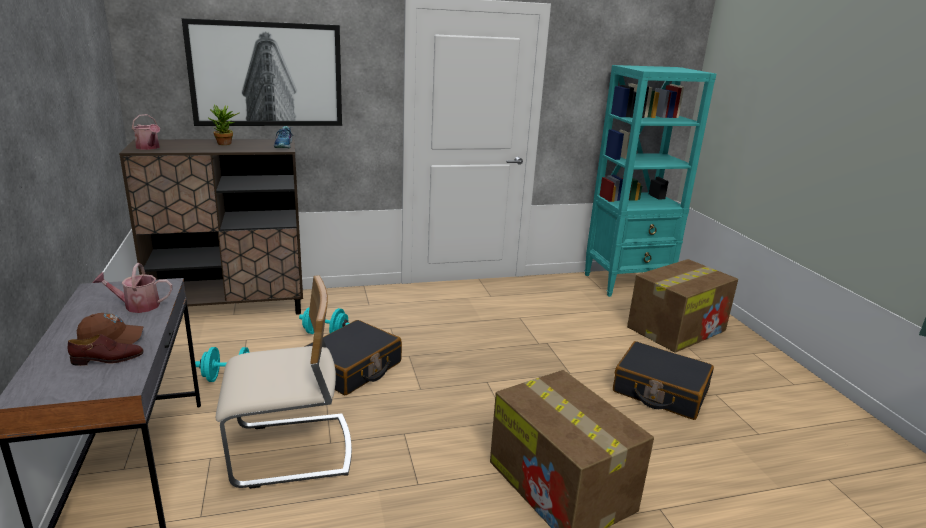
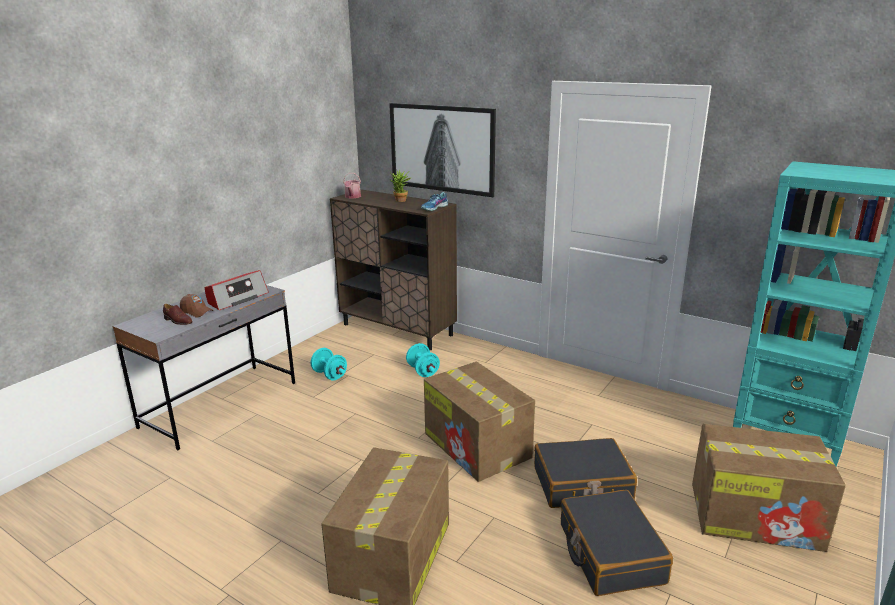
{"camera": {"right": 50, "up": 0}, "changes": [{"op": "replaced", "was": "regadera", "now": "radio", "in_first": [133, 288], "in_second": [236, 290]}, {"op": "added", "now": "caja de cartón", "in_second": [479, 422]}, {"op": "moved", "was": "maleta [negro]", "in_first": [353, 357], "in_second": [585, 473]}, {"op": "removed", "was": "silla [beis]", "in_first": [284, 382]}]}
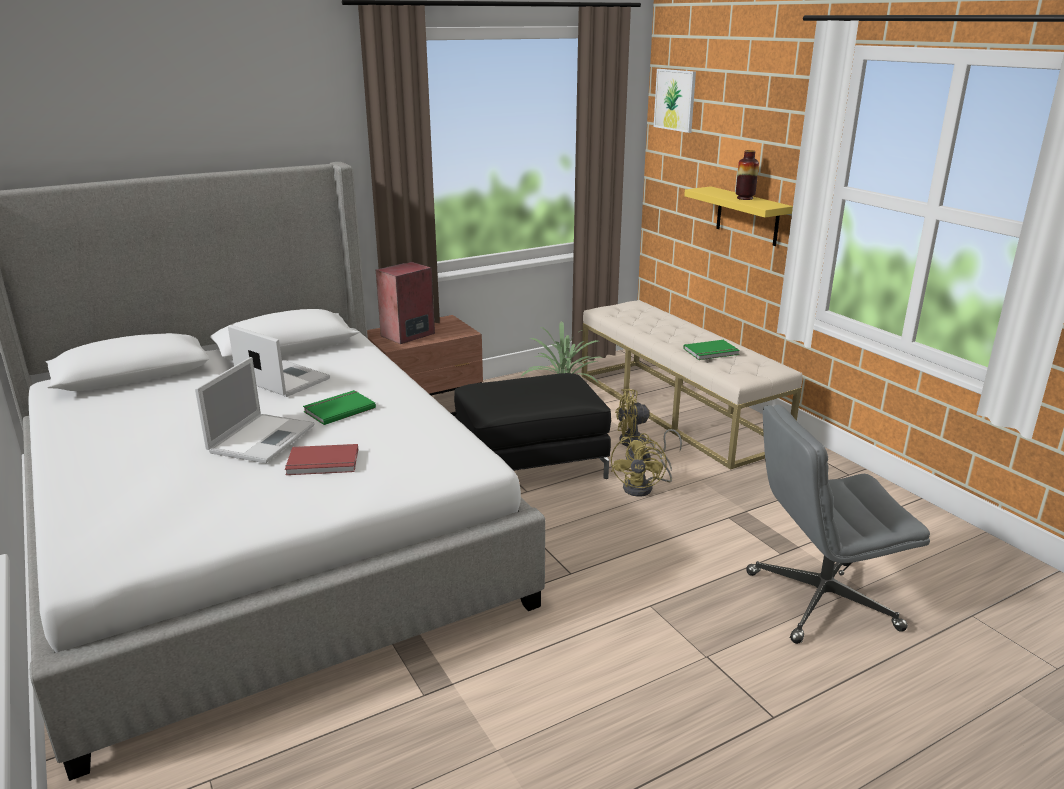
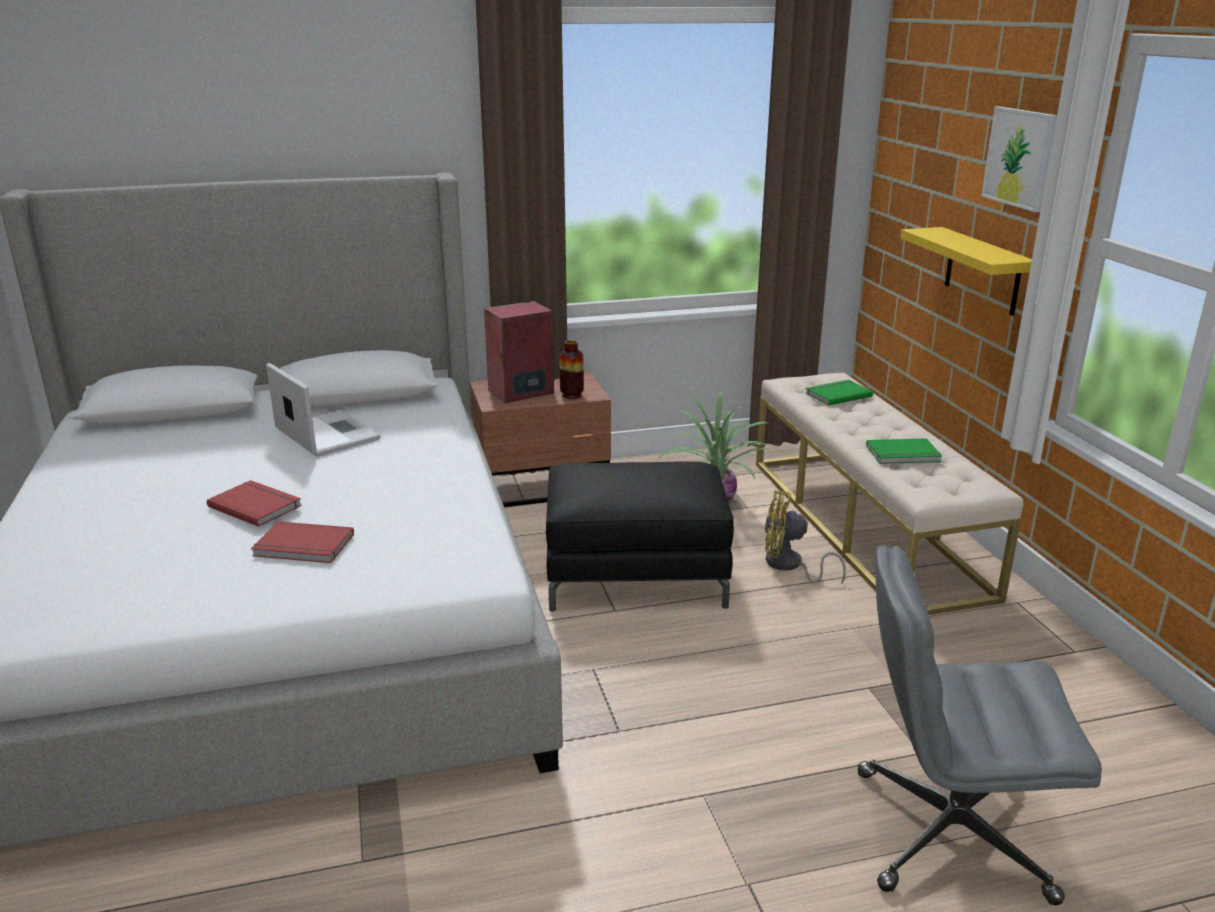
{"camera": {"right": 15, "up": 0}, "changes": [{"op": "replaced", "was": "portátil", "now": "libro [rojo]", "in_first": [255, 410], "in_second": [254, 503]}, {"op": "moved", "was": "florero", "in_first": [747, 175], "in_second": [571, 369]}, {"op": "moved", "was": "libro [verde]", "in_first": [339, 407], "in_second": [839, 392]}, {"op": "moved", "was": "cuadro", "in_first": [675, 101], "in_second": [1019, 159]}, {"op": "removed", "was": "ventilador [amarillo]", "in_first": [641, 465]}]}
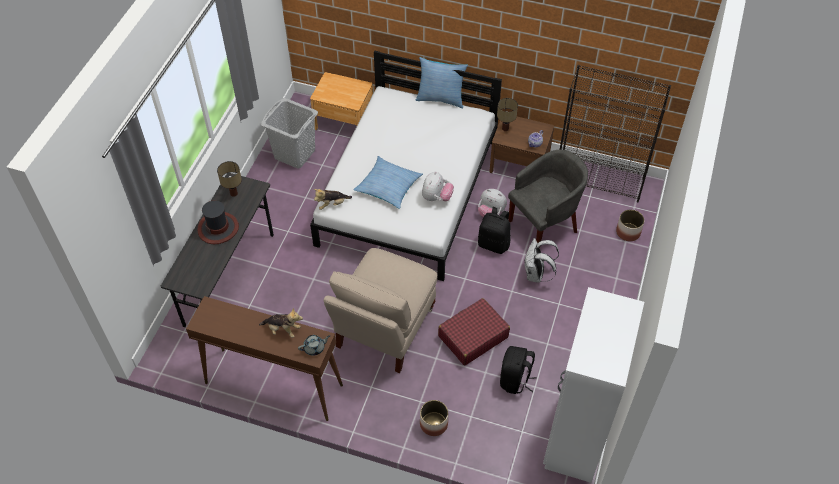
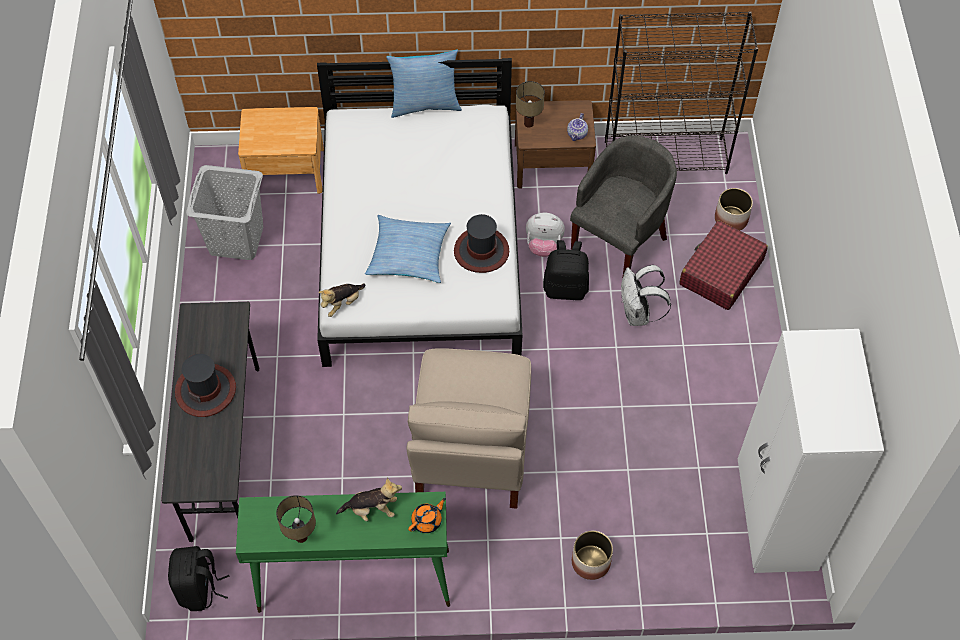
{"camera": {"right": -20, "up": 5}, "changes": [{"op": "moved", "was": "mochila [negro]", "in_first": [518, 370], "in_second": [199, 578]}, {"op": "recoloured", "was": "mesa consola [marrón]", "now": "mesa consola [verde]", "in_first": [264, 358], "in_second": [343, 552]}, {"op": "moved", "was": "lámpara de mesa", "in_first": [229, 179], "in_second": [296, 519]}, {"op": "recoloured", "was": "tetera [gris]", "now": "tetera [naranja]", "in_first": [314, 345], "in_second": [427, 515]}, {"op": "replaced", "was": "peluche", "now": "sombrero", "in_first": [438, 186], "in_second": [481, 243]}, {"op": "moved", "was": "maleta [rojo]", "in_first": [474, 332], "in_second": [723, 265]}]}
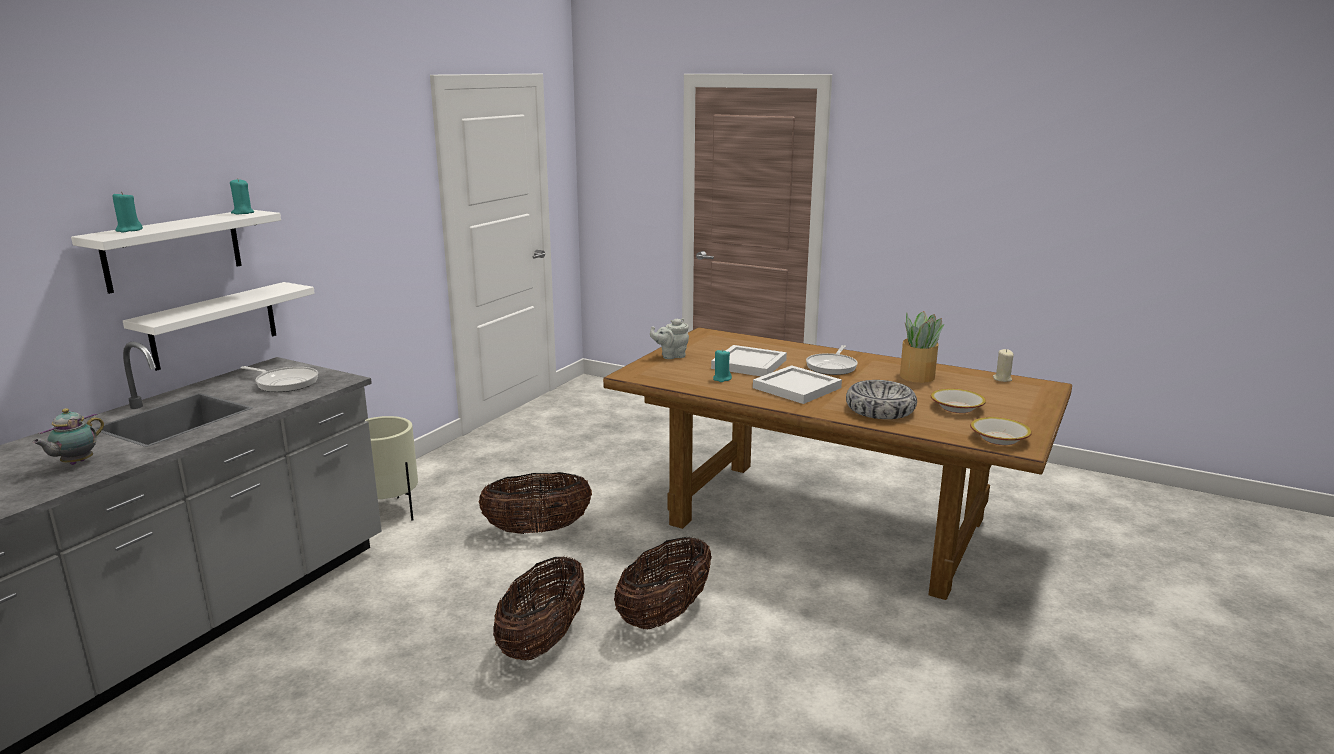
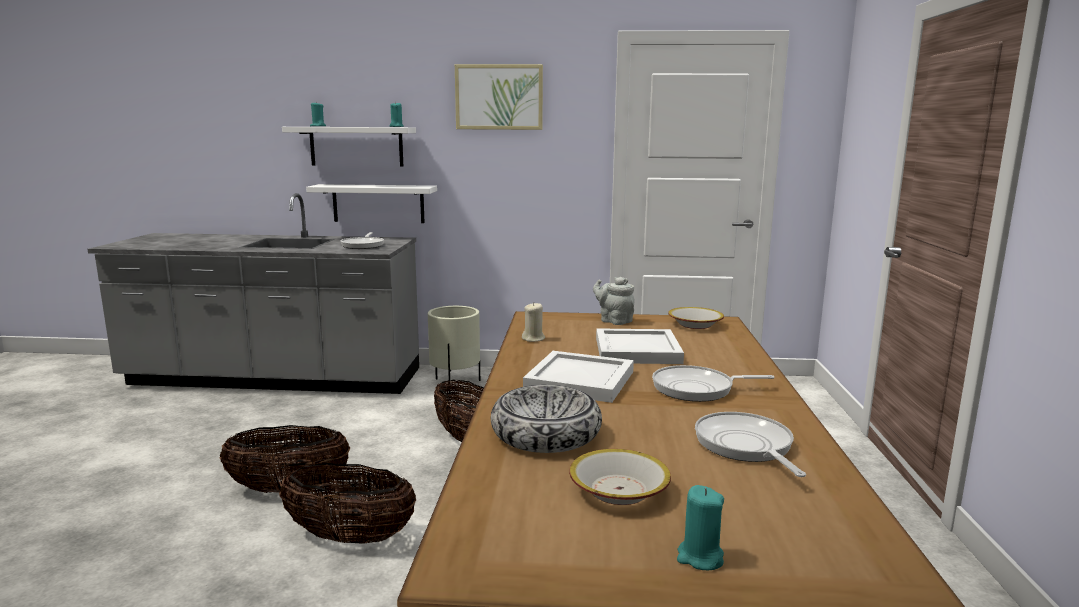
{"camera": {"right": 65, "up": -5}, "changes": [{"op": "added", "now": "cuadro", "in_second": [499, 97]}, {"op": "moved", "was": "vela [beis]", "in_first": [1003, 365], "in_second": [533, 322]}, {"op": "moved", "was": "cuenco", "in_first": [1001, 431], "in_second": [696, 318]}, {"op": "moved", "was": "vela [turquesa]", "in_first": [722, 365], "in_second": [700, 527]}, {"op": "replaced", "was": "planta en maceta", "now": "sartén", "in_first": [922, 347], "in_second": [750, 444]}, {"op": "removed", "was": "tetera", "in_first": [68, 436]}]}
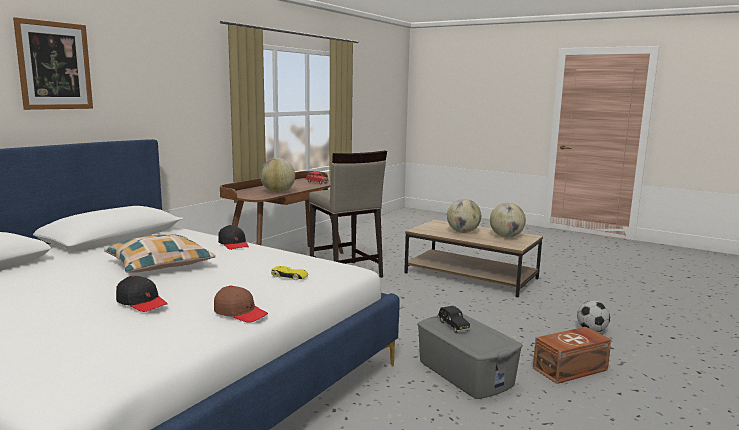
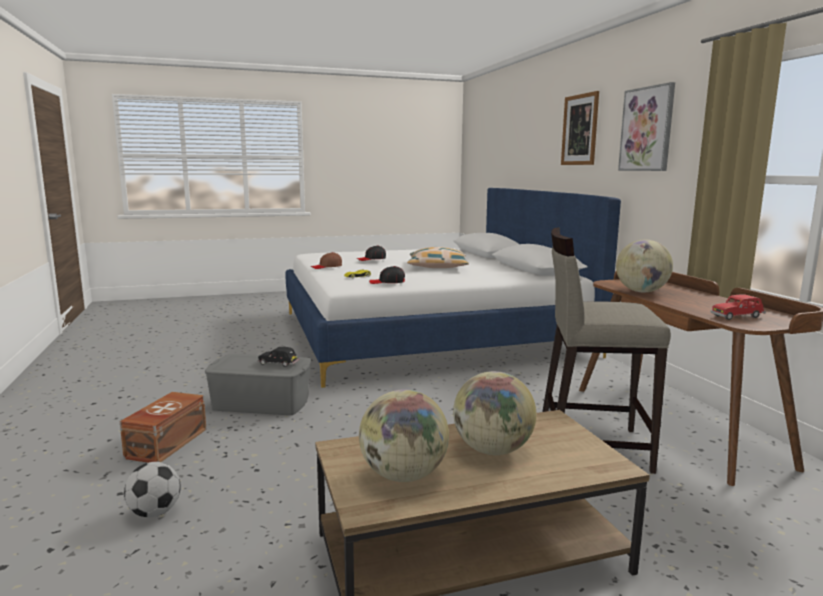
{"camera": {"right": 130, "up": 0}, "changes": [{"op": "moved", "was": "gorra [negro]", "in_first": [233, 237], "in_second": [387, 275]}, {"op": "added", "now": "cuadro", "in_second": [646, 126]}]}
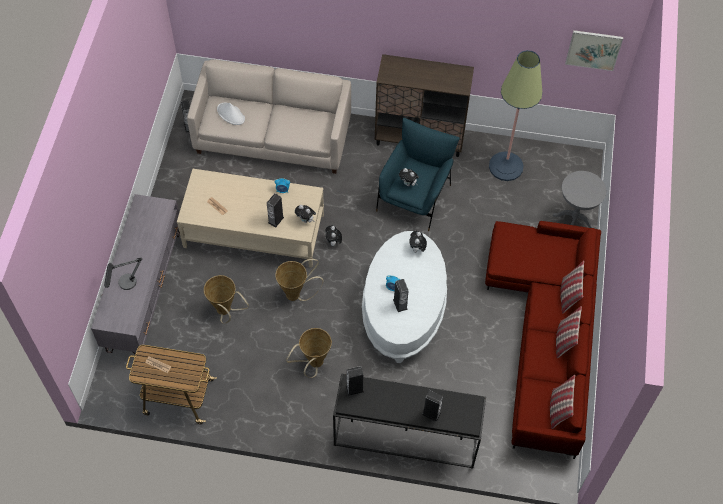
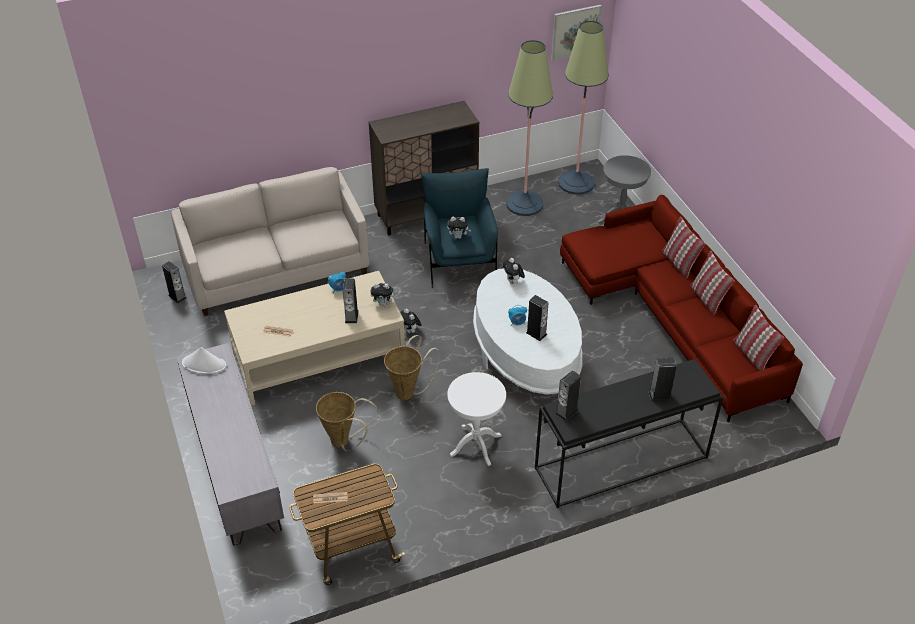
{"camera": {"right": -30, "up": -15}, "changes": [{"op": "moved", "was": "sombrero [blanco]", "in_first": [231, 114], "in_second": [204, 360]}, {"op": "replaced", "was": "cesta", "now": "mesa auxiliar [blanco]", "in_first": [309, 353], "in_second": [476, 419]}, {"op": "added", "now": "lámpara de pie", "in_second": [583, 108]}, {"op": "removed", "was": "lámpara de mesa", "in_first": [123, 273]}]}
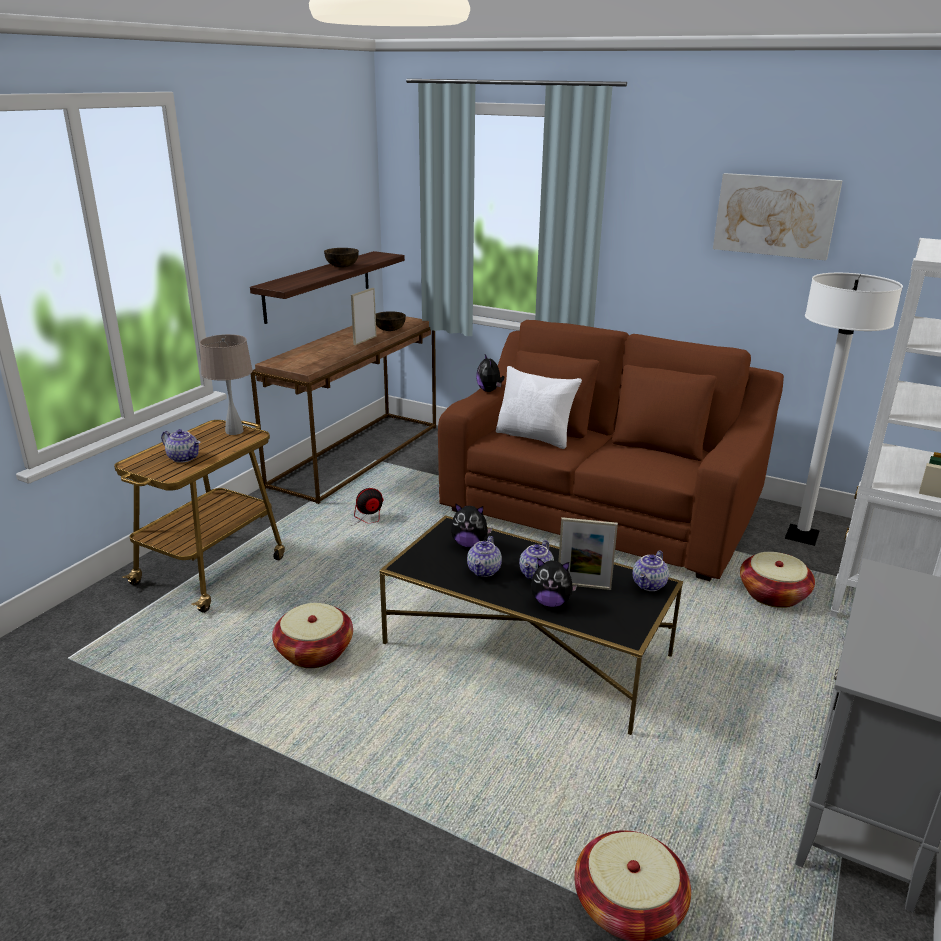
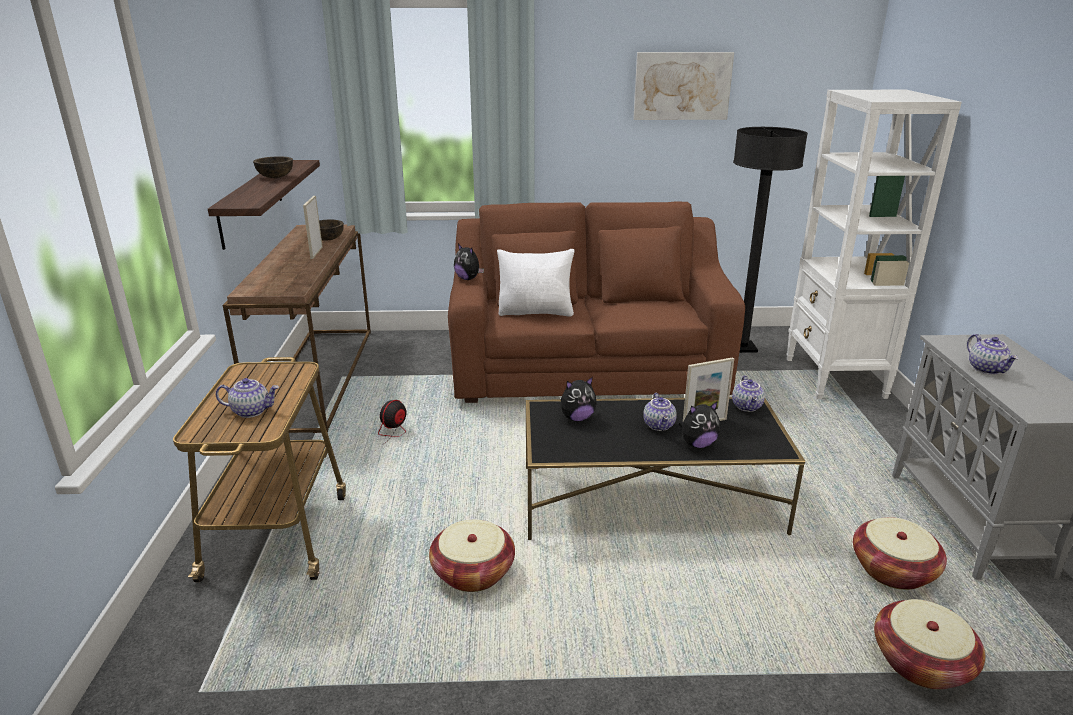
{"camera": {"right": -30, "up": 0}, "changes": [{"op": "recoloured", "was": "lámpara de pie [blanco]", "now": "lámpara de pie [negro]", "in_first": [844, 409], "in_second": [770, 240]}, {"op": "moved", "was": "cesta", "in_first": [777, 580], "in_second": [900, 553]}, {"op": "moved", "was": "tetera", "in_first": [484, 556], "in_second": [992, 354]}, {"op": "removed", "was": "lámpara de mesa [beis]", "in_first": [226, 384]}]}
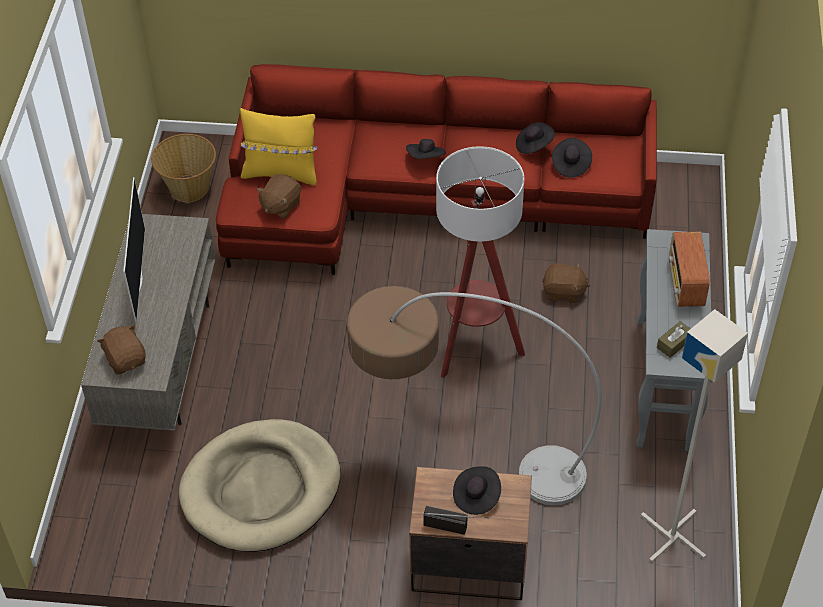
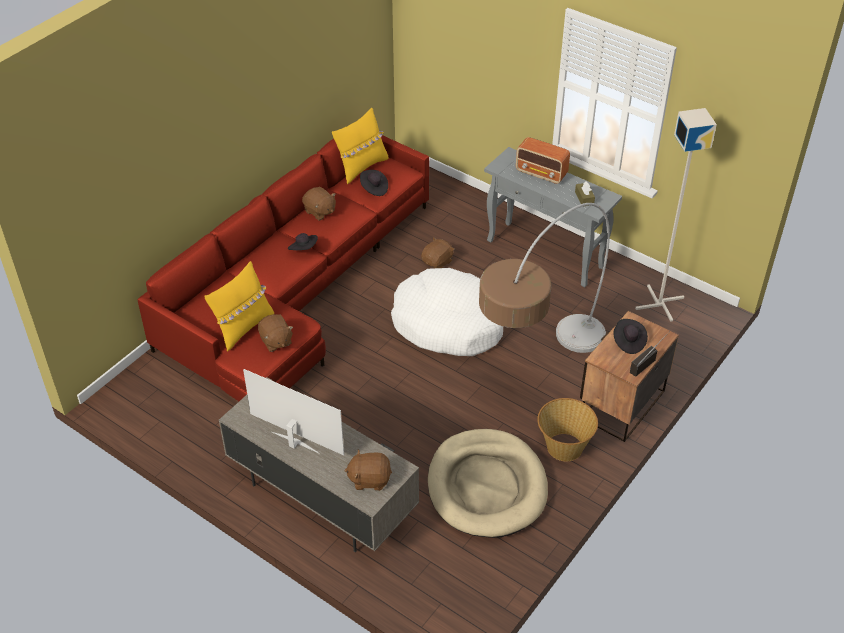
{"camera": {"right": -60, "up": -5}, "changes": [{"op": "added", "now": "peluche [marrón]", "in_second": [319, 203]}, {"op": "added", "now": "cojín [amarillo]", "in_second": [360, 146]}, {"op": "replaced", "was": "lámpara de pie", "now": "cama para perro [blanco]", "in_first": [480, 262], "in_second": [447, 312]}, {"op": "moved", "was": "cesta", "in_first": [183, 168], "in_second": [567, 429]}, {"op": "removed", "was": "sombrero [negro]", "in_first": [535, 138]}]}
